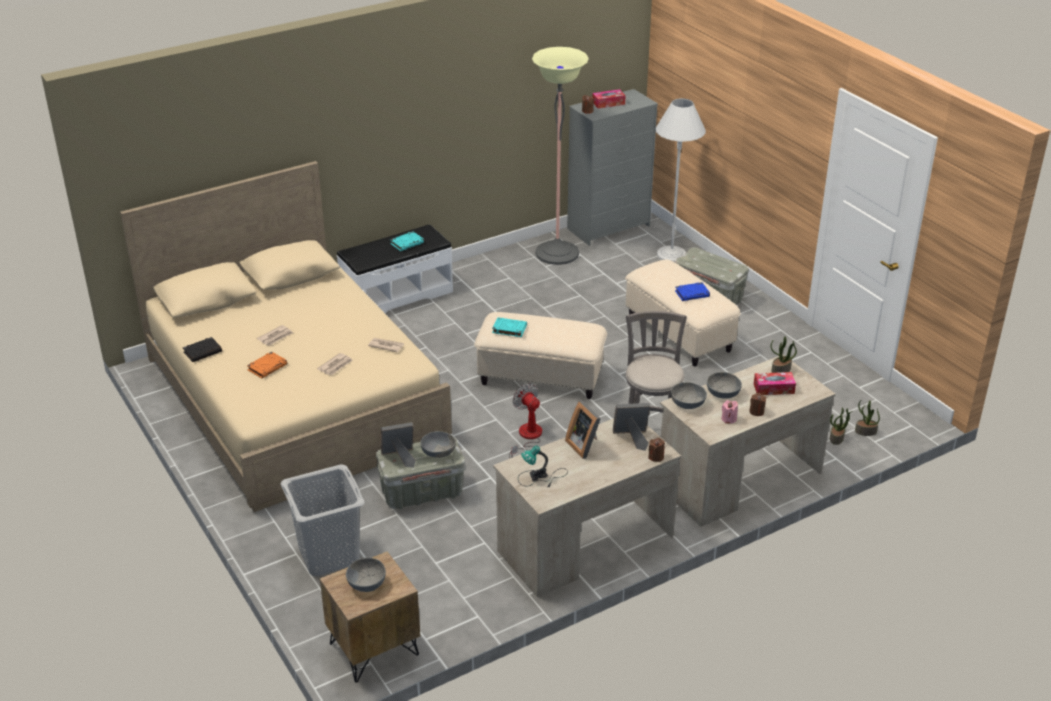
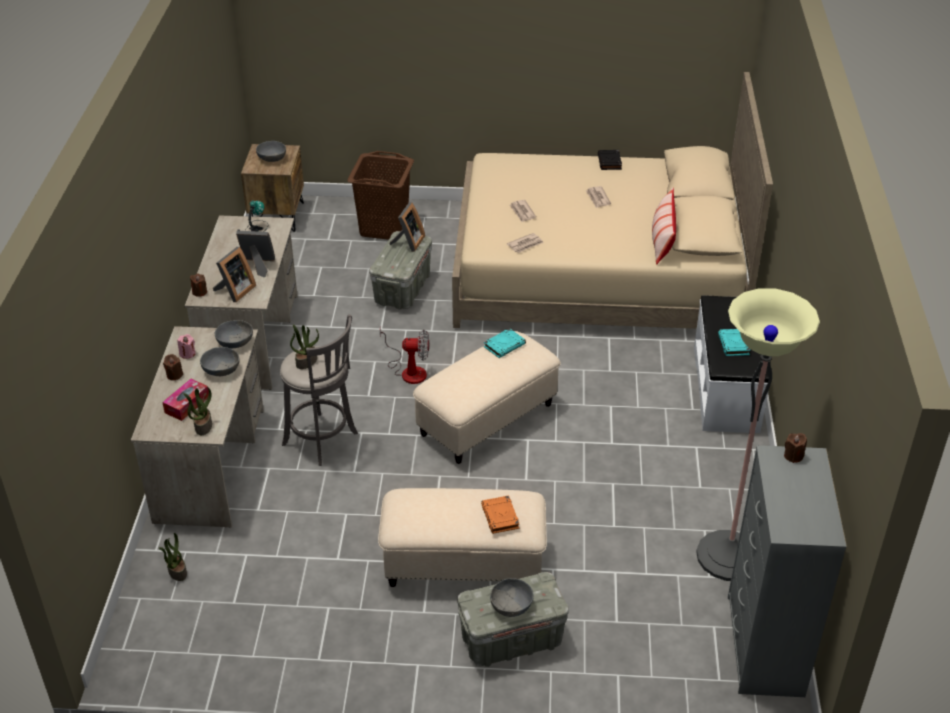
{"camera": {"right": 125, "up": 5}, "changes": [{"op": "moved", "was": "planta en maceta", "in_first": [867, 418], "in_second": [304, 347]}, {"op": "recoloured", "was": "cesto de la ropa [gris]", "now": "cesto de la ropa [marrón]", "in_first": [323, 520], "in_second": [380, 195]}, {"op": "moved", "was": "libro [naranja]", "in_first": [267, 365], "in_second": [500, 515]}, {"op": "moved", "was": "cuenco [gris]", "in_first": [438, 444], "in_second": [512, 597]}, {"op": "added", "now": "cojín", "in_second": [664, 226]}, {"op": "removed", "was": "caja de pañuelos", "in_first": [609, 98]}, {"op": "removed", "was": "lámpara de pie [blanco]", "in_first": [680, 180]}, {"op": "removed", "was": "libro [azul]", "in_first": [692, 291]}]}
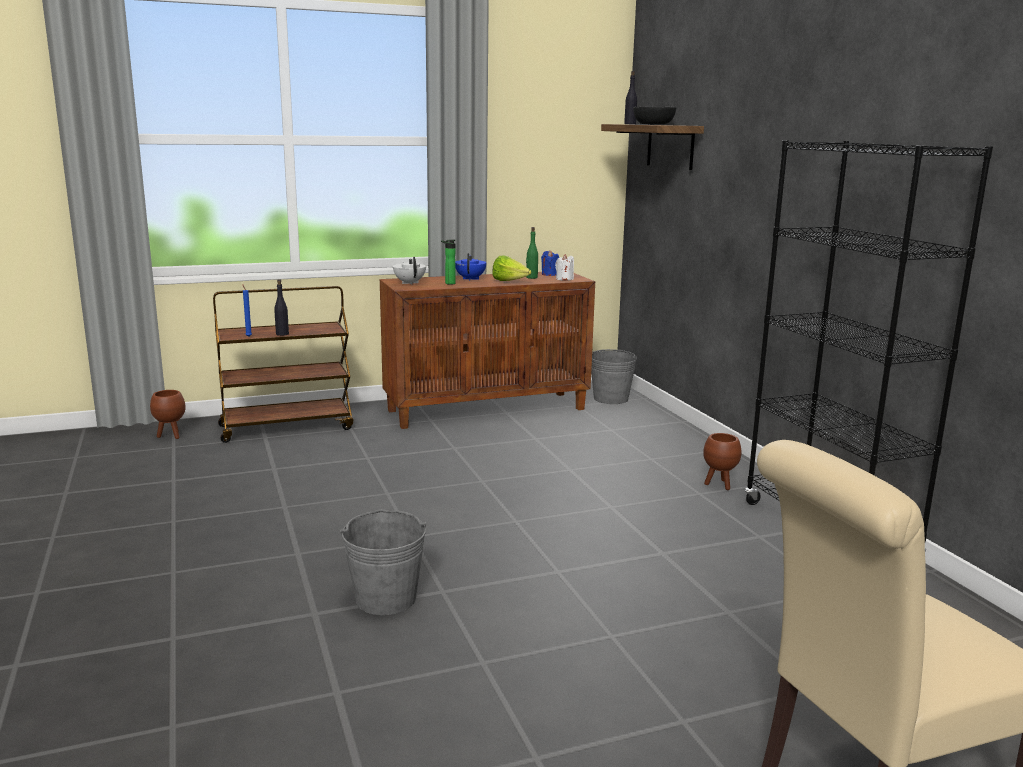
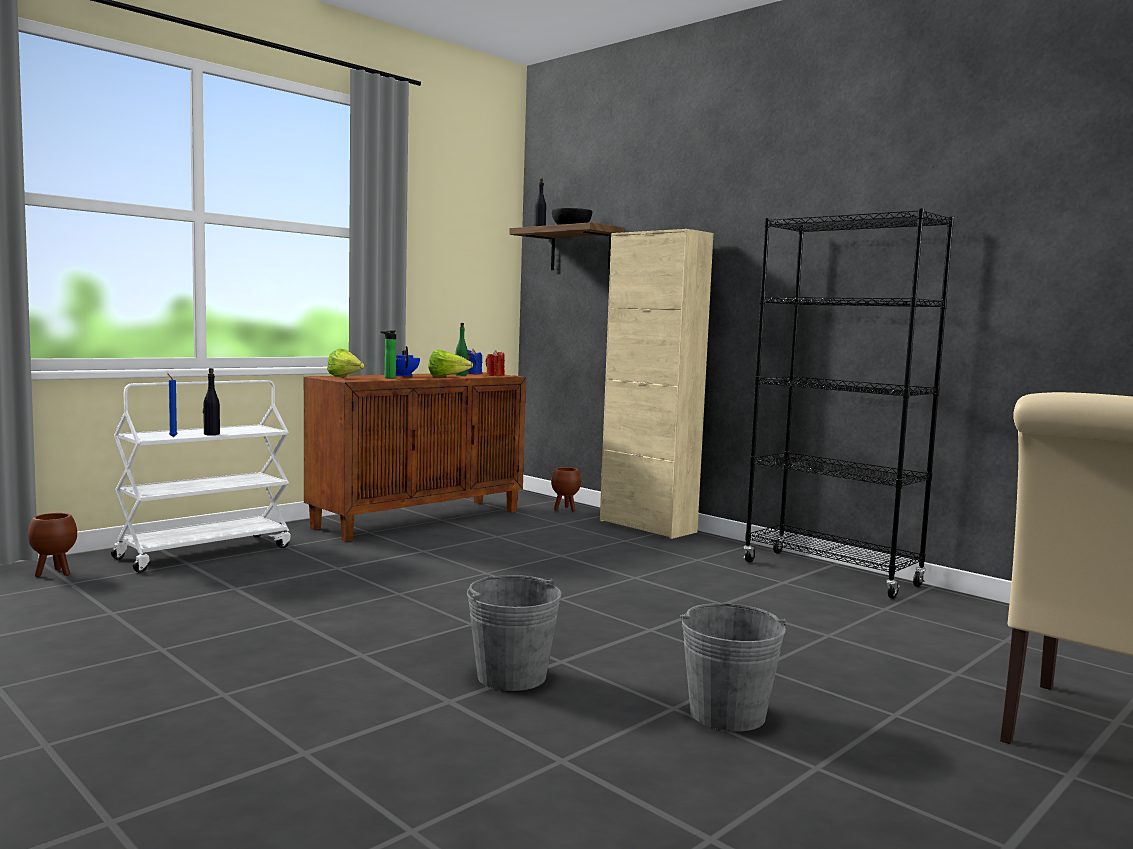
{"camera": {"right": -25, "up": -10}, "changes": [{"op": "recoloured", "was": "carrito [marrón]", "now": "carrito [blanco]", "in_first": [283, 364], "in_second": [201, 476]}, {"op": "replaced", "was": "tetera [blanco]", "now": "lechuga", "in_first": [409, 271], "in_second": [345, 363]}, {"op": "recoloured", "was": "vela [blanco]", "now": "vela [rojo]", "in_first": [564, 267], "in_second": [495, 363]}, {"op": "moved", "was": "maceta [marrón]", "in_first": [722, 461], "in_second": [566, 489]}, {"op": "added", "now": "armario [beis]", "in_second": [656, 384]}, {"op": "moved", "was": "cubo [gris]", "in_first": [614, 376], "in_second": [733, 667]}]}
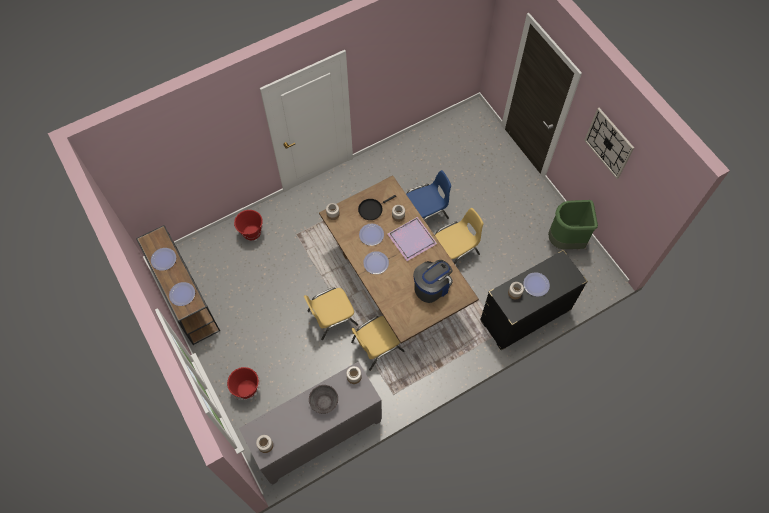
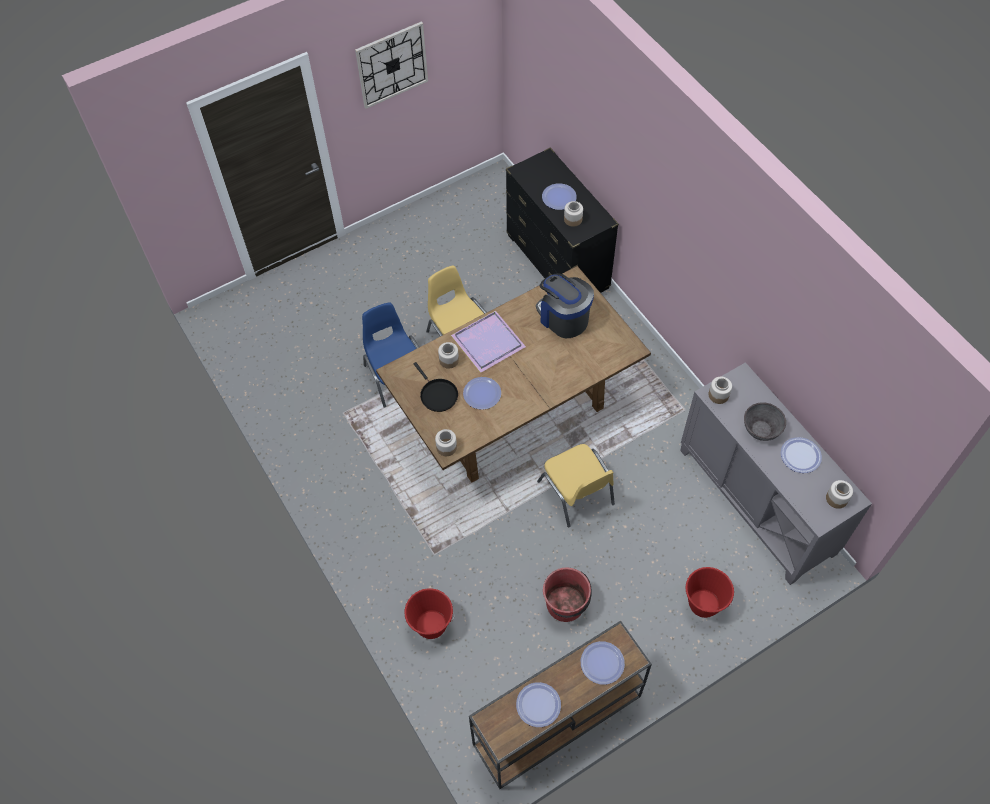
{"camera": {"right": -90, "up": -5}, "changes": [{"op": "added", "now": "cubo [rojo]", "in_second": [567, 595]}, {"op": "moved", "was": "plato", "in_first": [376, 262], "in_second": [801, 455]}, {"op": "removed", "was": "silla [amarillo]", "in_first": [377, 343]}, {"op": "removed", "was": "papelera [verde]", "in_first": [573, 224]}]}
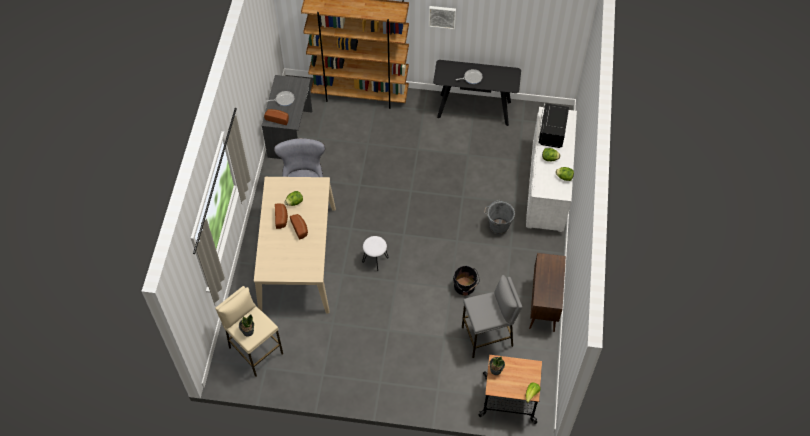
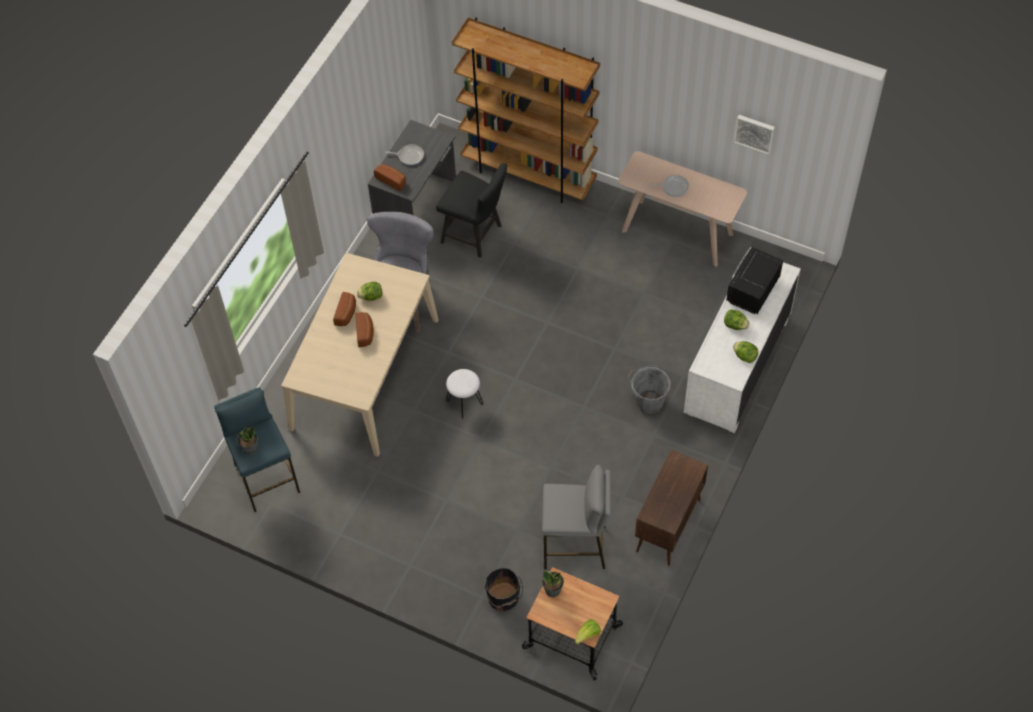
{"camera": {"right": 20, "up": 0}, "changes": [{"op": "recoloured", "was": "taburete [beis]", "now": "taburete [azul]", "in_first": [249, 331], "in_second": [257, 449]}, {"op": "added", "now": "silla [negro]", "in_second": [471, 210]}, {"op": "moved", "was": "cubo [negro]", "in_first": [466, 281], "in_second": [504, 589]}, {"op": "recoloured", "was": "mesa consola [negro]", "now": "mesa consola [beis]", "in_first": [477, 93], "in_second": [682, 209]}, {"op": "moved", "was": "cuadro", "in_first": [442, 17], "in_second": [754, 135]}]}
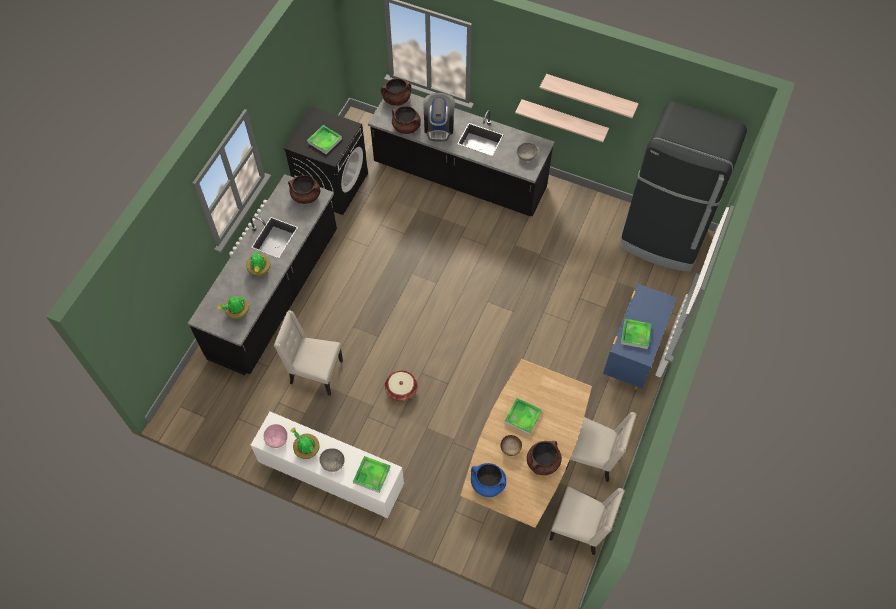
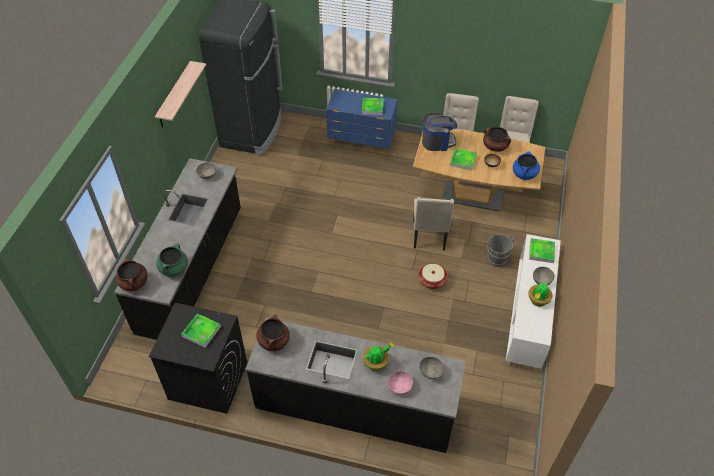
{"camera": {"right": -100, "up": -10}, "changes": [{"op": "recoloured", "was": "olla [marrón]", "now": "olla [verde]", "in_first": [406, 120], "in_second": [172, 260]}, {"op": "moved", "was": "cuenco [rosa]", "in_first": [275, 436], "in_second": [400, 383]}, {"op": "moved", "was": "silla [beis]", "in_first": [308, 353], "in_second": [433, 224]}, {"op": "replaced", "was": "planta en maceta", "now": "cuenco [gris]", "in_first": [233, 307], "in_second": [432, 368]}, {"op": "moved", "was": "cafetera", "in_first": [439, 117], "in_second": [439, 132]}, {"op": "added", "now": "cubo [gris]", "in_second": [500, 250]}, {"op": "removed", "was": "estante", "in_first": [562, 120]}]}
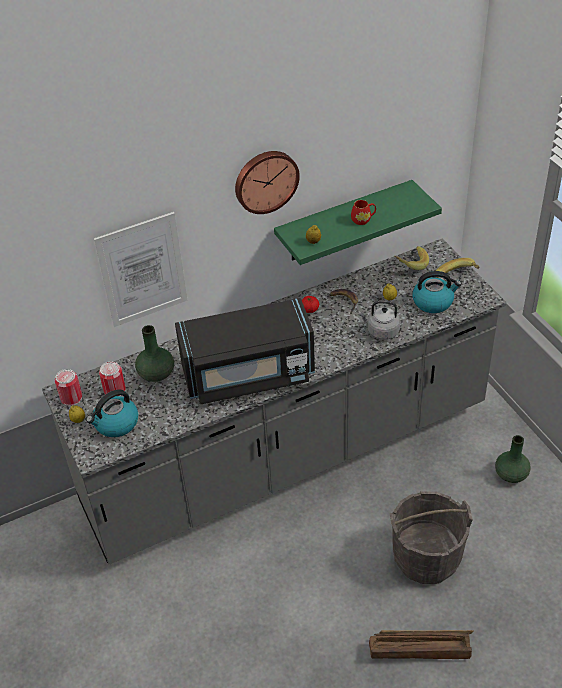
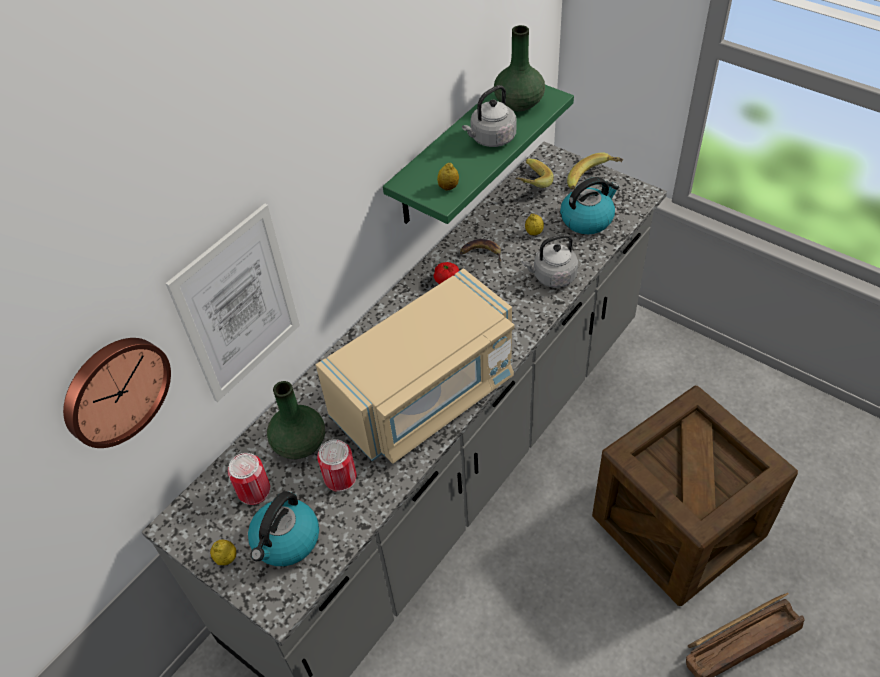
{"camera": {"right": -25, "up": 5}, "changes": [{"op": "moved", "was": "reloj de pared", "in_first": [267, 182], "in_second": [117, 393]}, {"op": "recoloured", "was": "microondas [negro]", "now": "microondas [beis]", "in_first": [245, 351], "in_second": [415, 366]}, {"op": "moved", "was": "lata", "in_first": [68, 387], "in_second": [337, 465]}, {"op": "replaced", "was": "taza grande [rojo]", "now": "hervidor [gris]", "in_first": [363, 212], "in_second": [489, 116]}, {"op": "moved", "was": "florero [verde]", "in_first": [513, 459], "in_second": [519, 68]}, {"op": "replaced", "was": "cubo [gris]", "now": "caja de embalaje", "in_first": [431, 537], "in_second": [695, 496]}]}
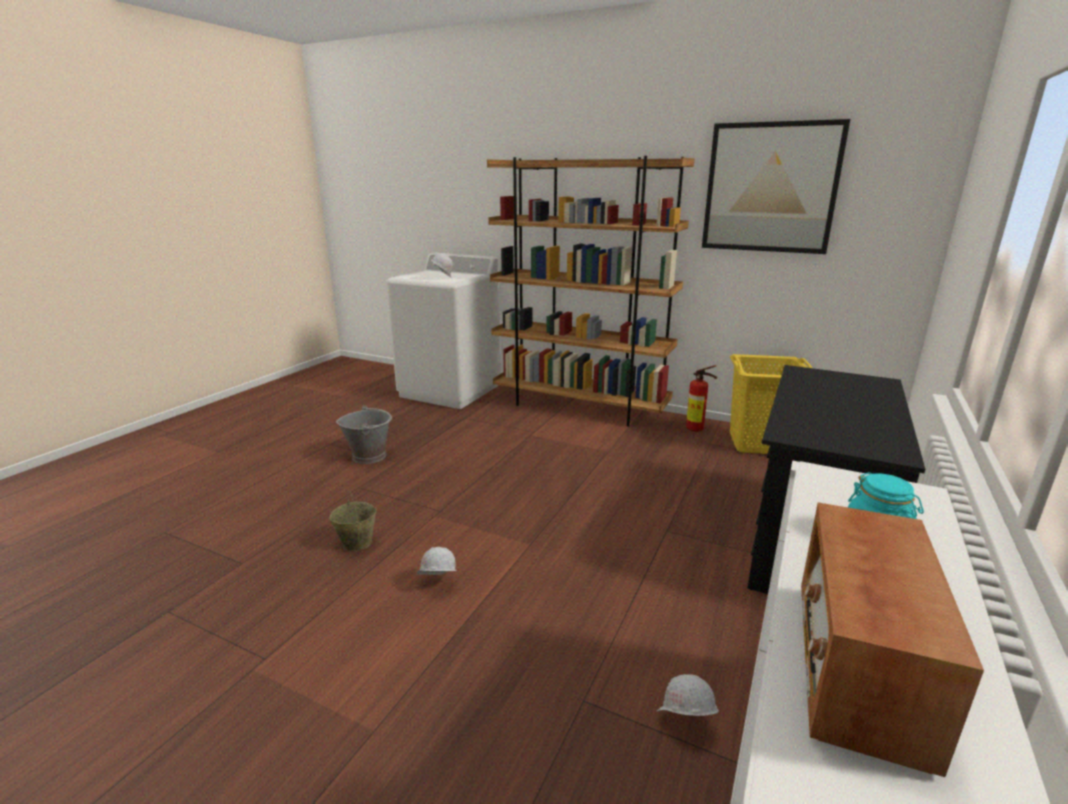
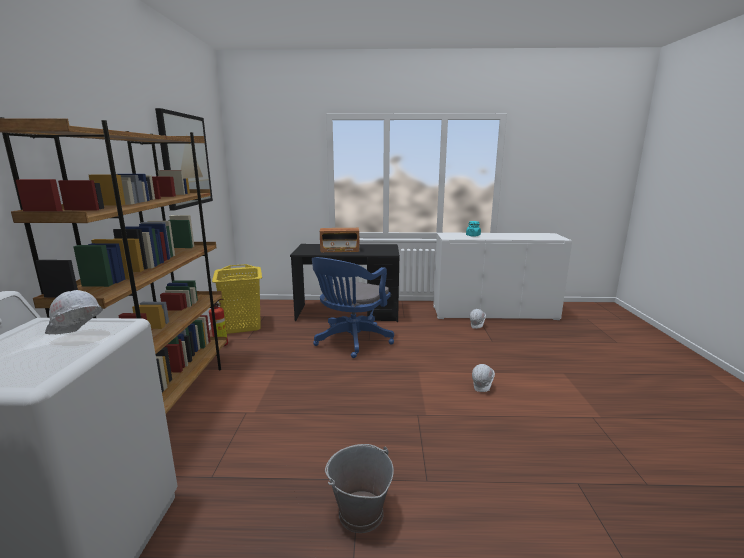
{"camera": {"right": -115, "up": -5}, "changes": [{"op": "added", "now": "silla de oficina [azul]", "in_second": [353, 307]}, {"op": "moved", "was": "radio", "in_first": [892, 640], "in_second": [340, 240]}, {"op": "removed", "was": "cubo [beis]", "in_first": [353, 521]}]}
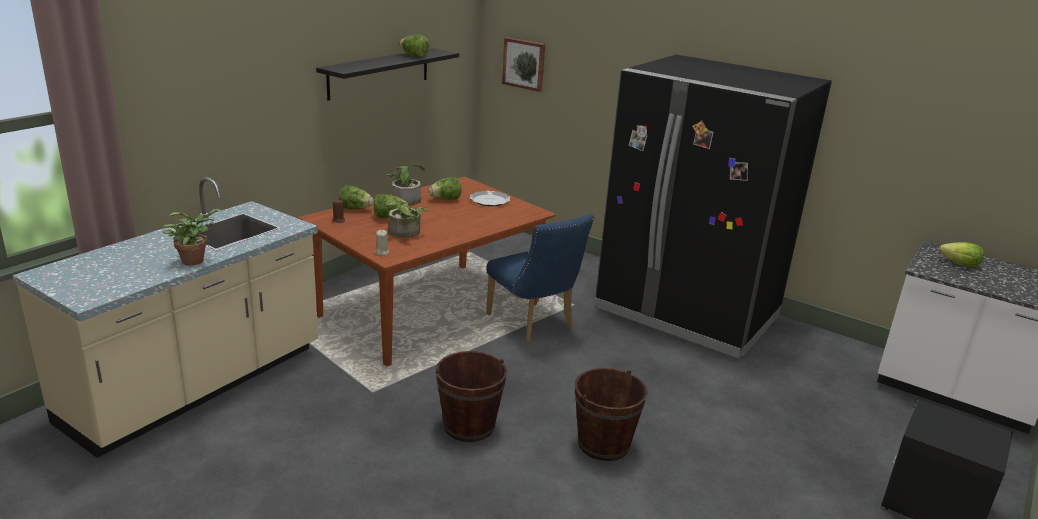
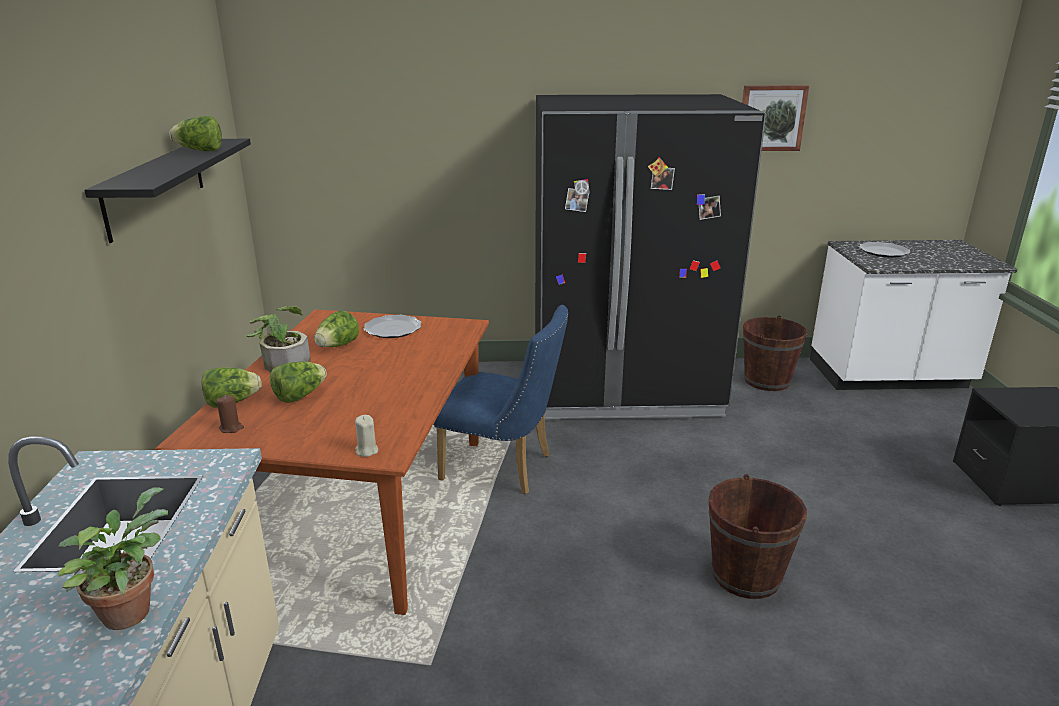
{"camera": {"right": -35, "up": 0}, "changes": [{"op": "moved", "was": "cuadro", "in_first": [523, 65], "in_second": [775, 118]}, {"op": "moved", "was": "cubo [marrón]", "in_first": [471, 396], "in_second": [775, 353]}, {"op": "replaced", "was": "lechuga", "now": "plato", "in_first": [961, 254], "in_second": [884, 250]}, {"op": "removed", "was": "planta en maceta", "in_first": [405, 218]}]}
